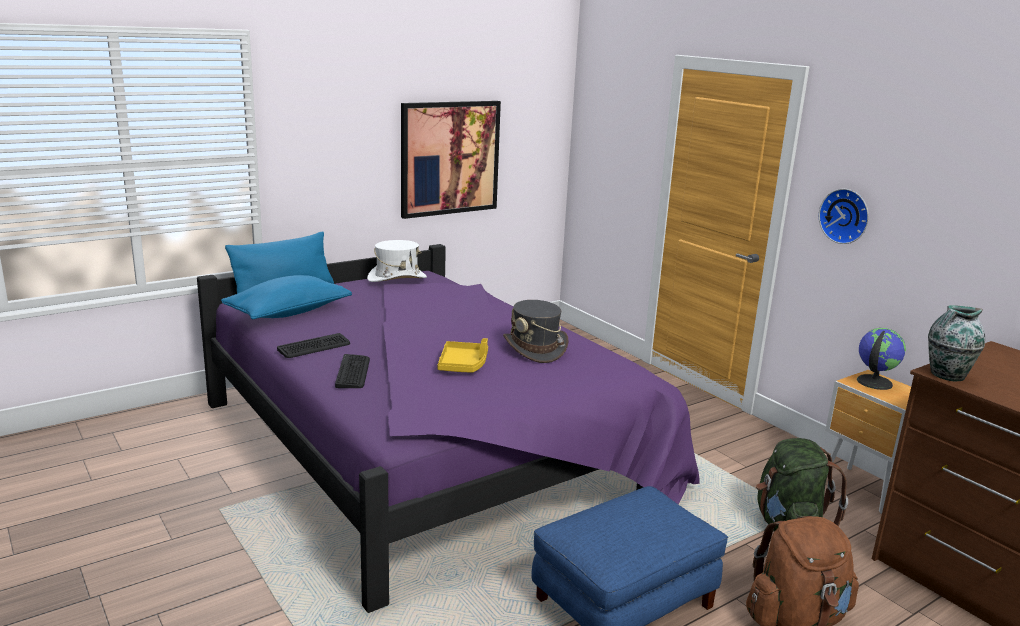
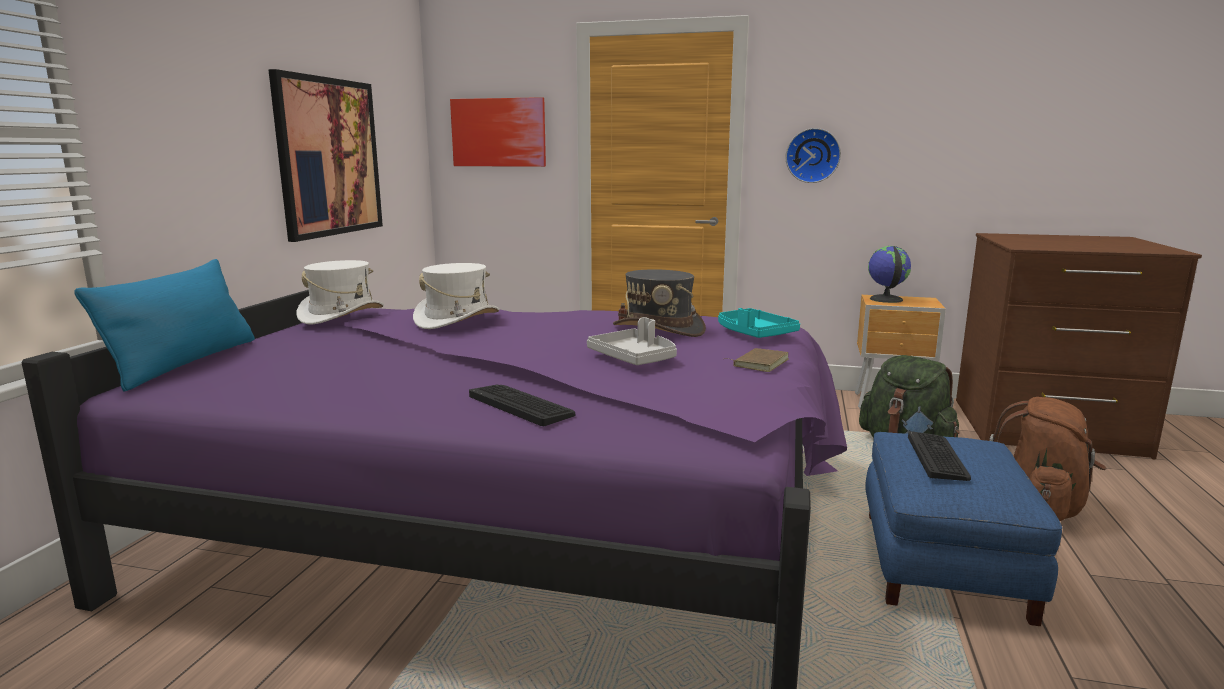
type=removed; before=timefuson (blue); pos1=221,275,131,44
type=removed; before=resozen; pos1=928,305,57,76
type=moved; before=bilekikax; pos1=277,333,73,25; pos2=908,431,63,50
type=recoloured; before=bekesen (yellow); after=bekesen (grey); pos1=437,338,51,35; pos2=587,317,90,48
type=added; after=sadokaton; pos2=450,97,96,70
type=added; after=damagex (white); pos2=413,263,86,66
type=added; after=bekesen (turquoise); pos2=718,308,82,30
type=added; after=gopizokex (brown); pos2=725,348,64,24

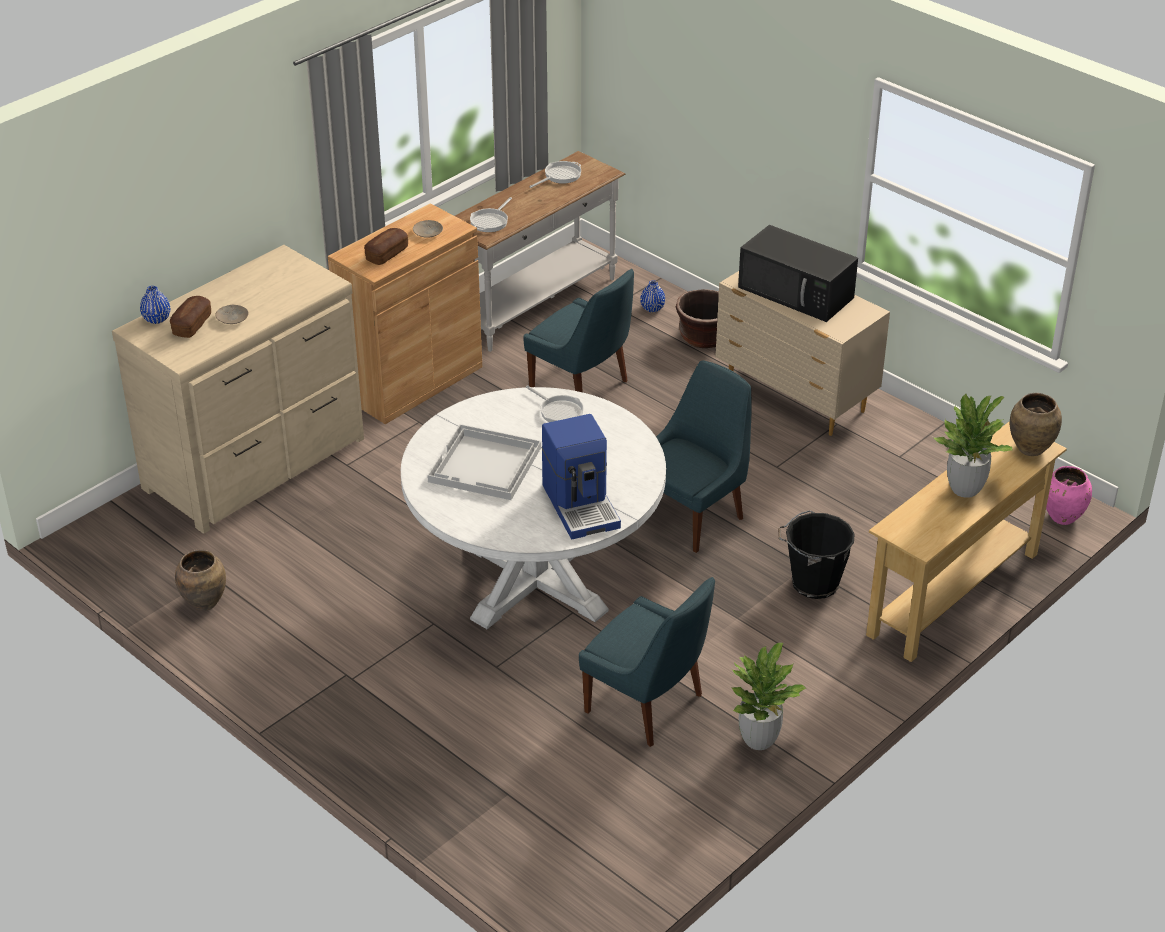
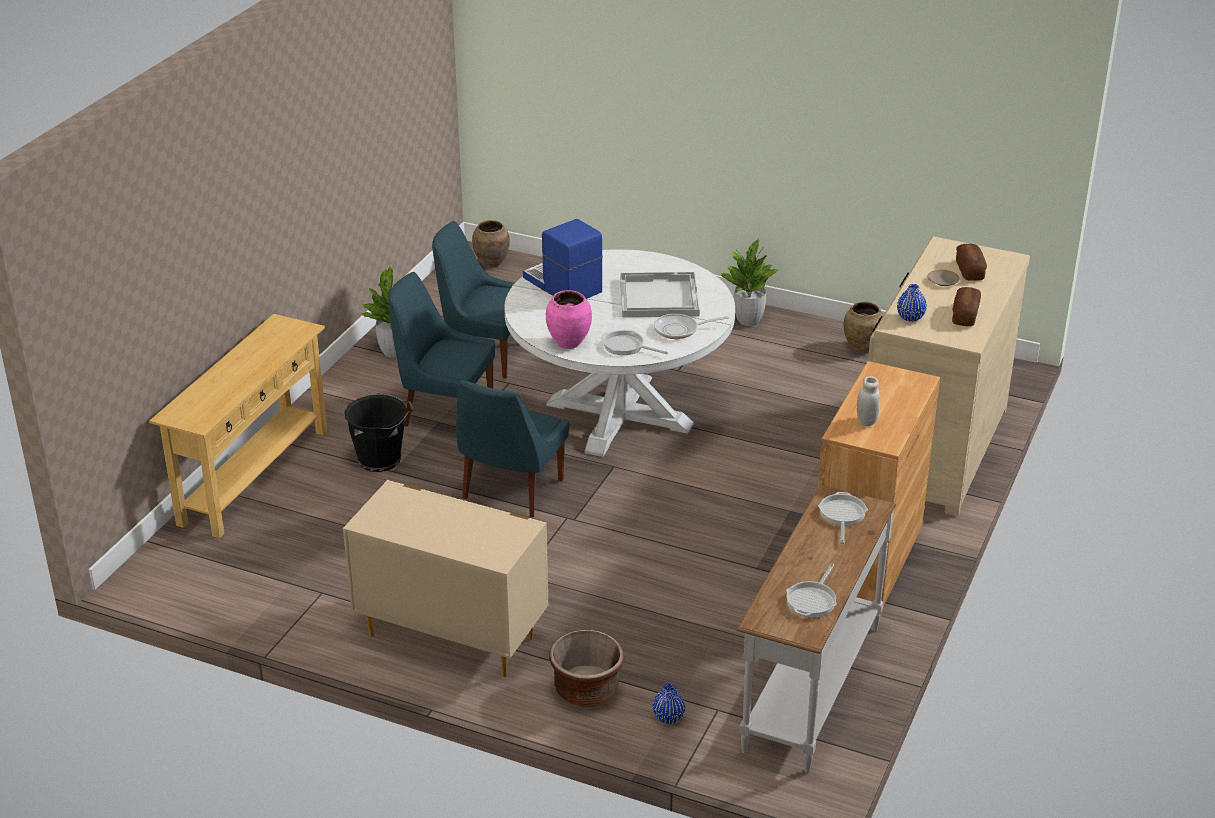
type=replaced; before=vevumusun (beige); after=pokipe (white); pos1=413,220,30,18; pos2=857,376,23,50
type=removed; before=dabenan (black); pos1=738,225,120,97
type=moved; before=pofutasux; pos1=364,228,44,37; pos2=952,287,29,39
type=moved; before=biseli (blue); pos1=523,269,111,123; pos2=388,272,107,155
type=moved; before=resozen (blue); pos1=140,286,30,38; pos2=897,284,30,38
type=moved; before=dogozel; pos1=933,393,80,105; pos2=720,238,58,88
type=moved; before=resozen (brown); pos1=1010,393,52,63; pos2=472,220,38,48
type=moved; before=resozen (pink); pos1=1046,466,46,59; pos2=546,290,46,59
type=added; after=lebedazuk; pos2=654,314,75,25

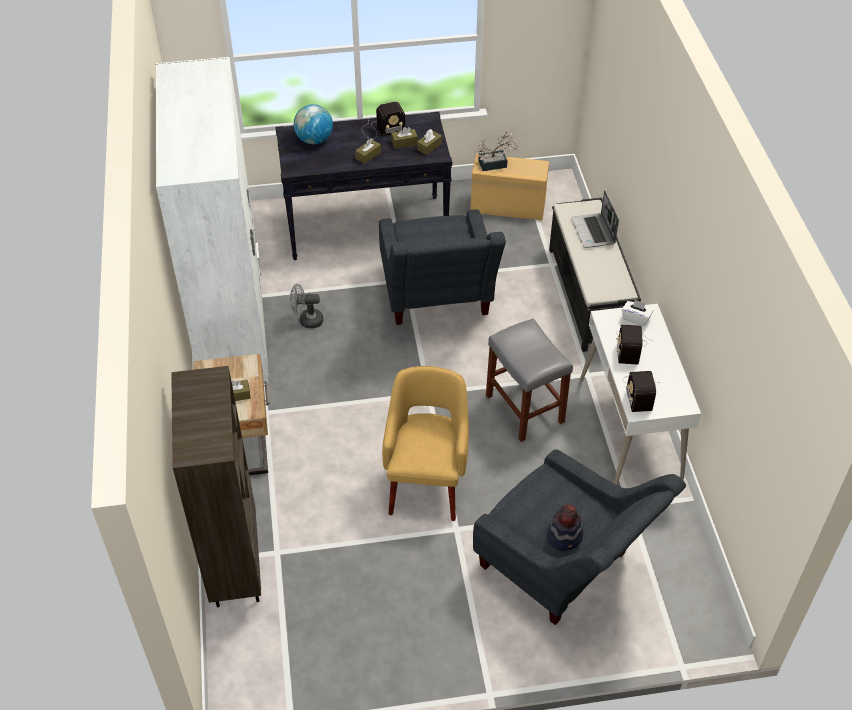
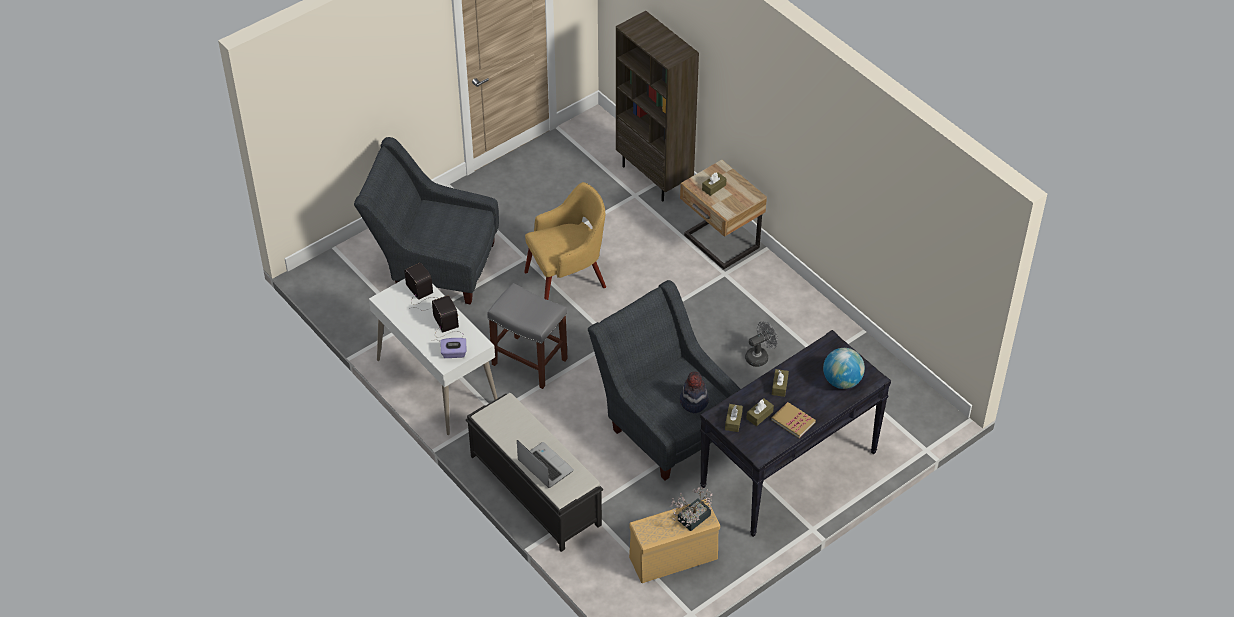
type=removed; before=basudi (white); pos1=156,57,113,327
type=replaced; before=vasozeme; after=gopizokex; pos1=362,102,43,37; pos2=771,402,45,36
type=recoloured; before=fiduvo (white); after=fiduvo (purple); pos1=622,300,31,26; pos2=440,338,26,20
type=turned; before=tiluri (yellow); pos1=382,366,87,155; pos2=524,182,82,118; turn=-90
type=moved; before=damagex; pos1=547,505,36,46; pos2=680,372,29,41

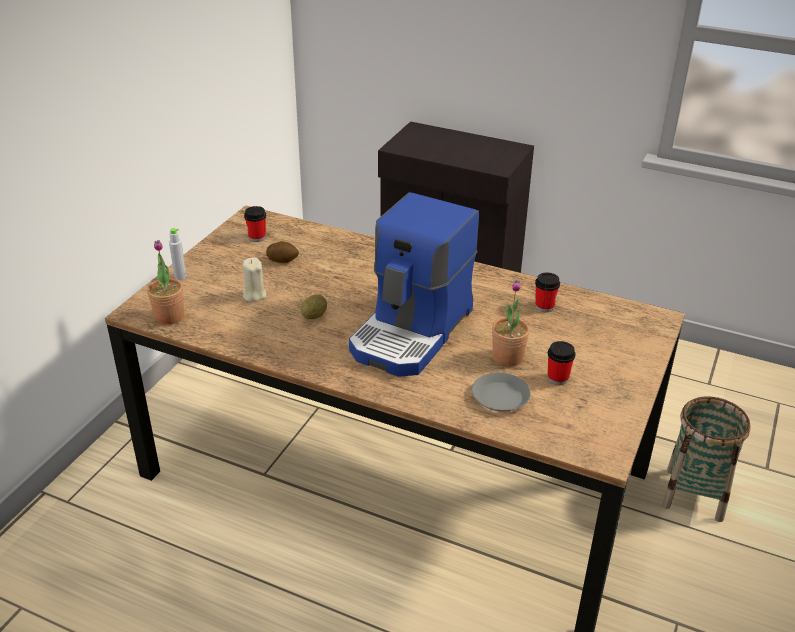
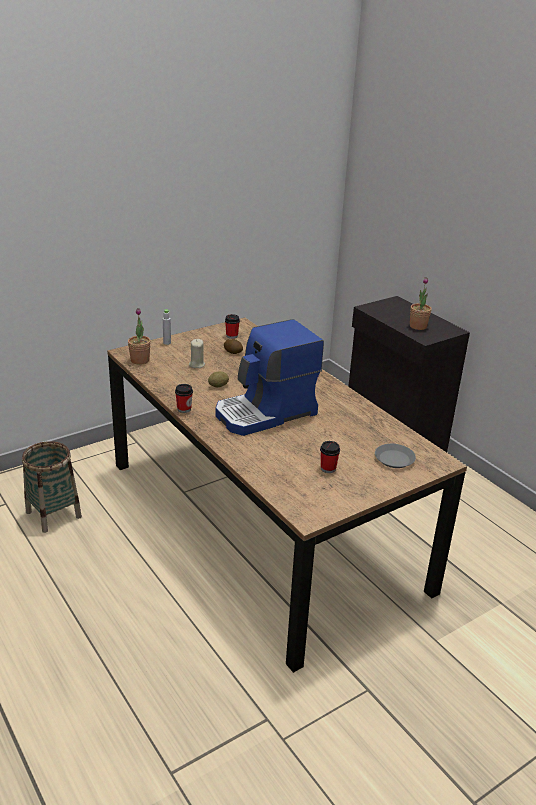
type=moved; before=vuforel; pos1=535,272,25,40; pos2=175,384,18,29
type=moved; before=dogozel; pos1=492,280,38,87; pos2=410,277,22,53
type=moved; before=vevumusun (grey); pos1=472,373,59,39; pos2=375,444,41,24
type=moved; before=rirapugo; pos1=662,396,89,126; pos2=22,441,60,92

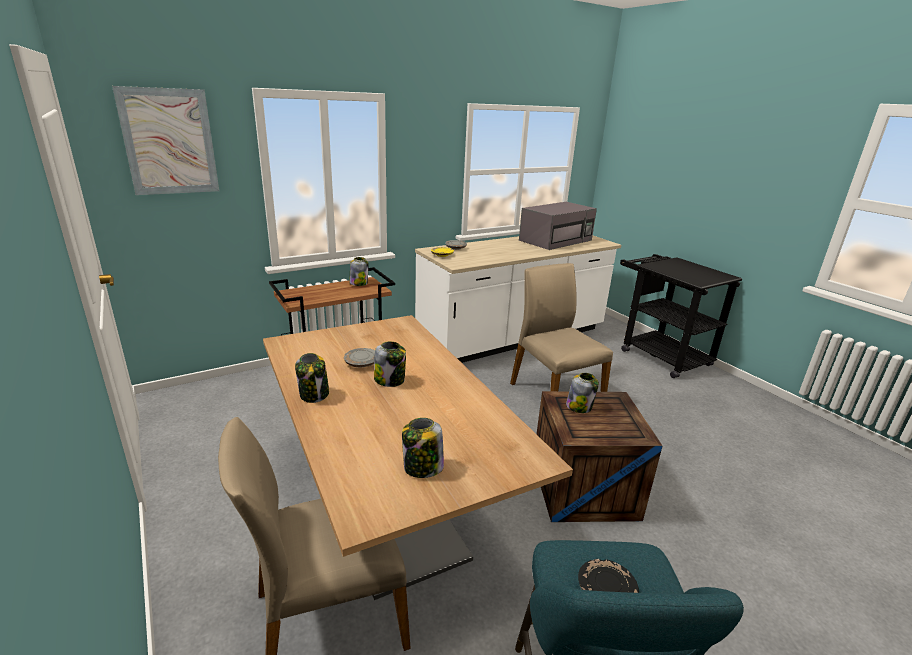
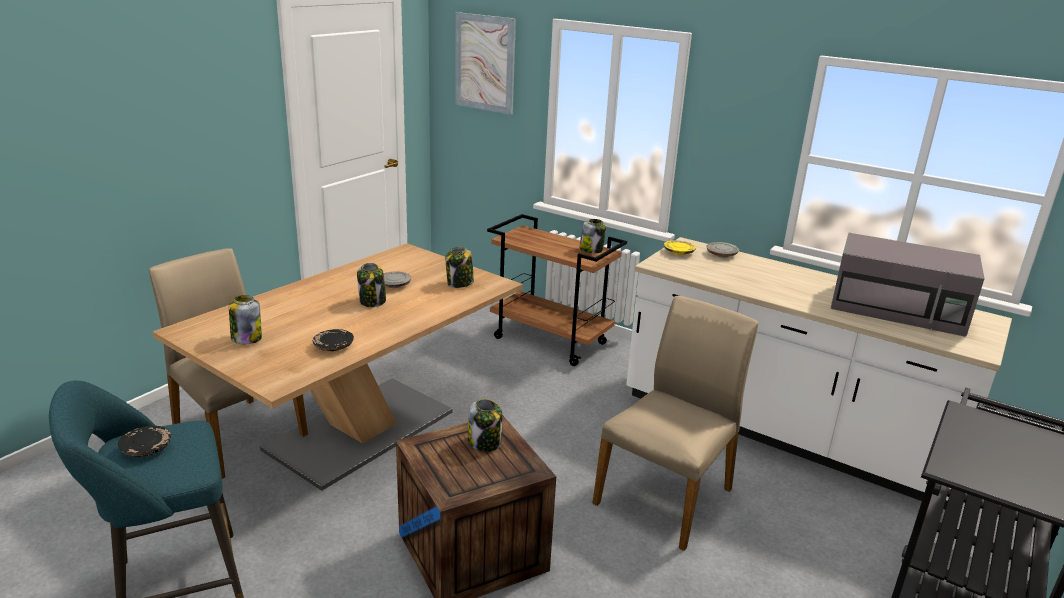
type=moved; before=pokipe; pos1=295,353,34,50; pos2=445,247,29,41
type=added; after=vevumusun (black); pos2=312,329,42,22

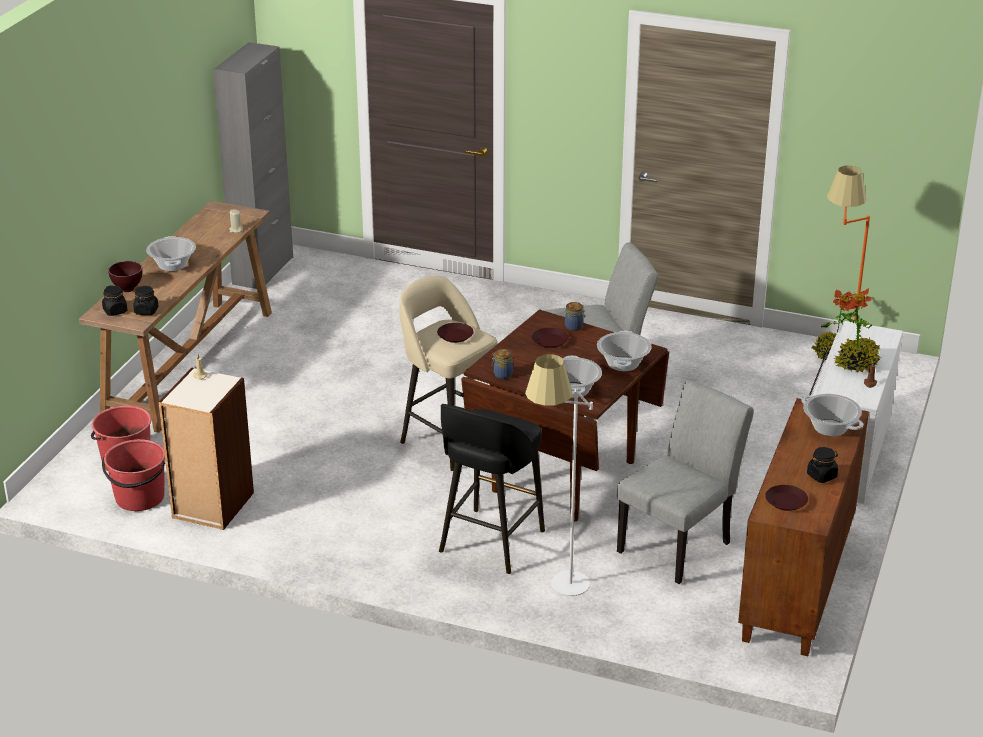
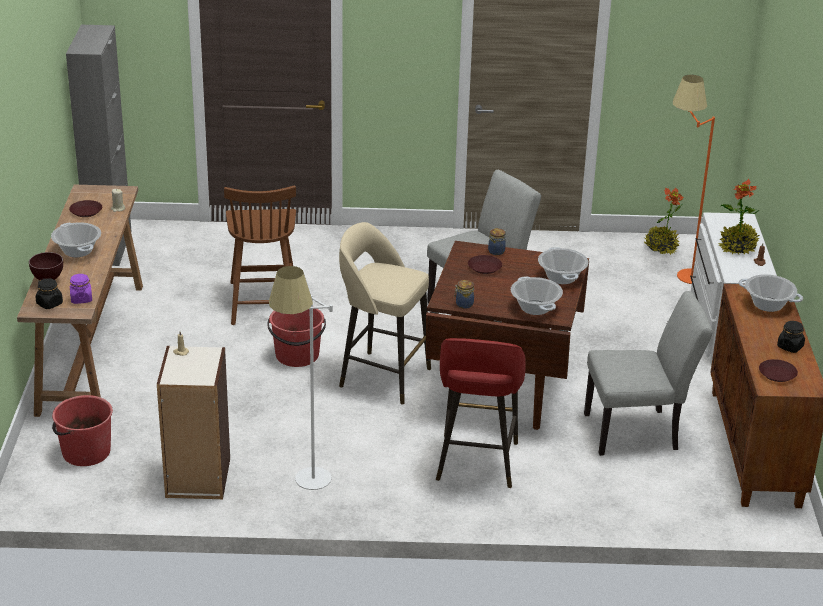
type=recoloured; before=pokipe (black); after=pokipe (purple); pos1=133,286,25,29; pos2=70,274,22,30
type=moved; before=vevumusun (brown); pos1=437,323,37,20; pos2=69,200,33,17
type=moved; before=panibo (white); pos1=525,354,68,242; pos2=269,266,64,224
type=turned; before=biseli (grey); pos1=617,380,137,204; pos2=584,291,129,165; turn=60
type=recoloured; before=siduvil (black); after=siduvil (red); pos1=439,404,106,170; pos2=436,338,90,150
type=moved; before=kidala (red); pos1=102,439,63,72; pos2=267,309,59,58
type=added; after=biseli (brown); pos2=224,185,72,140

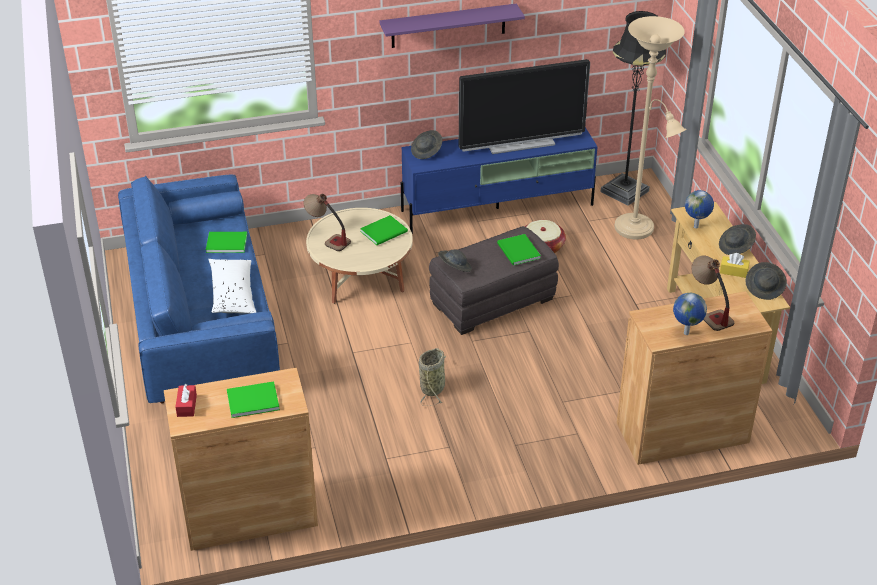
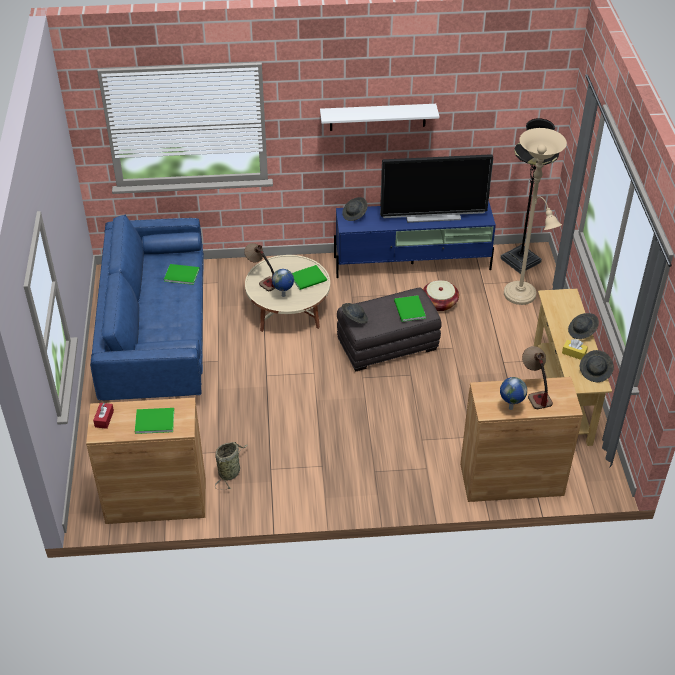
type=recoloured; before=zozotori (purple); after=zozotori (white); pos1=379,4,146,44; pos2=320,104,119,27
type=moved; before=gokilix; pos1=685,190,29,38; pos2=272,269,22,28
type=removed; before=timefuson (white); pos1=208,259,49,55
type=moved; before=rirapugo; pos1=419,348,27,58; pos2=215,442,32,48

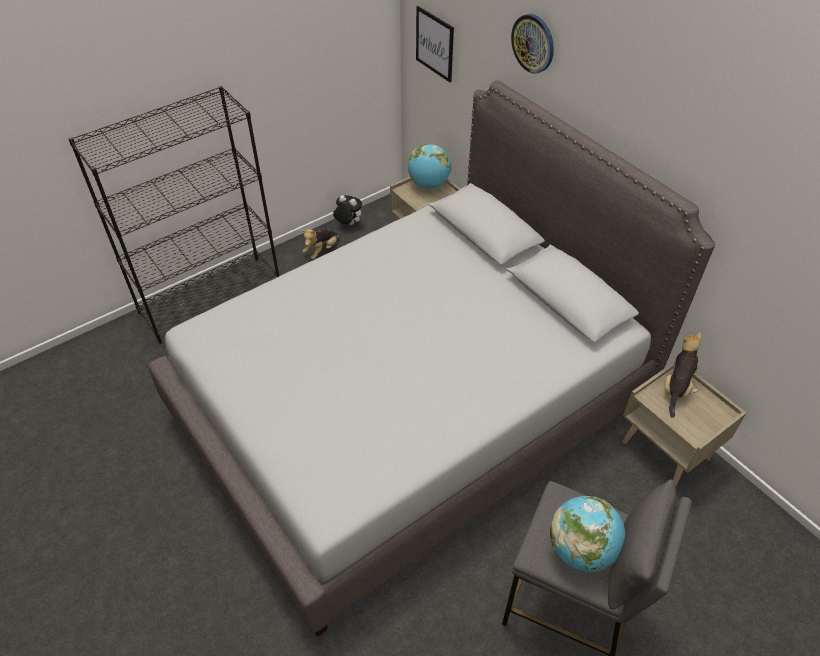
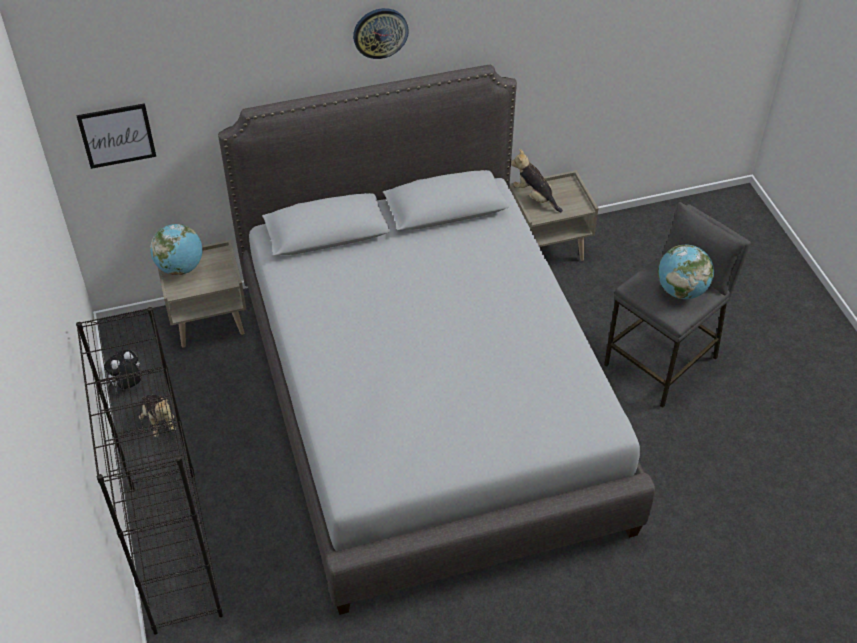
type=moved; before=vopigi; pos1=511,14,43,59; pos2=353,8,56,51

